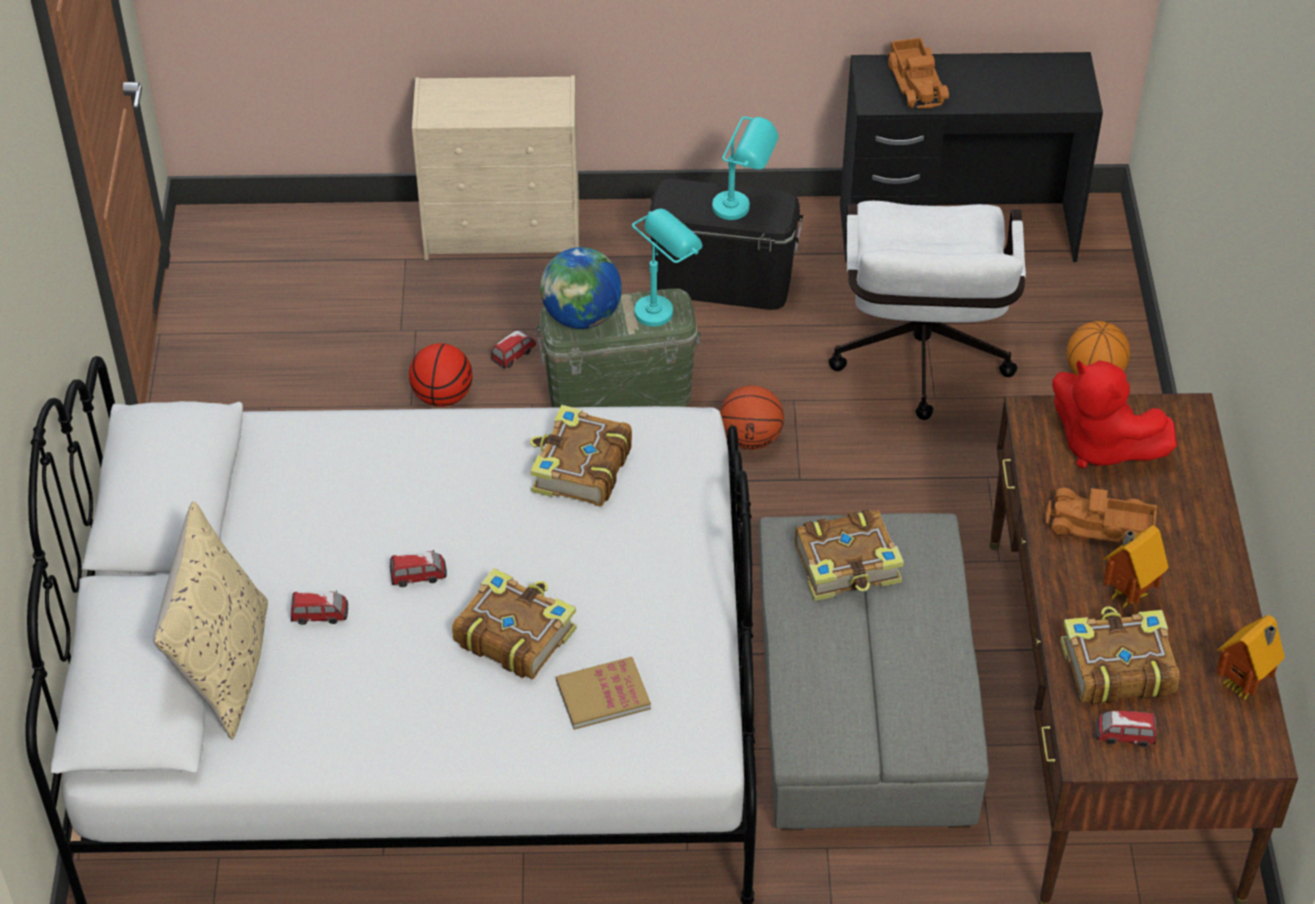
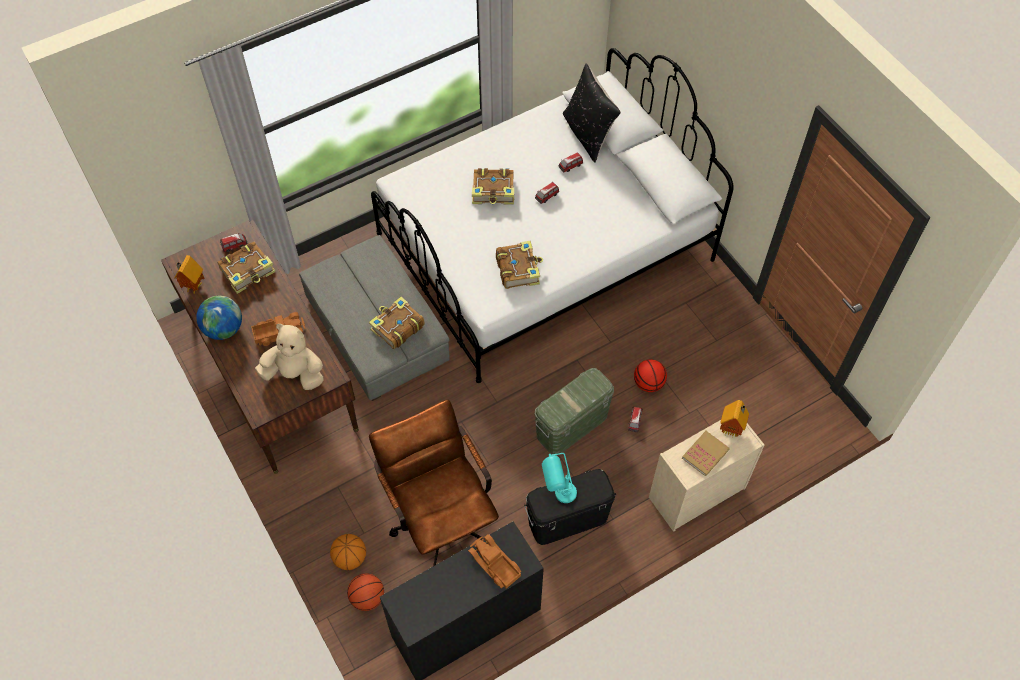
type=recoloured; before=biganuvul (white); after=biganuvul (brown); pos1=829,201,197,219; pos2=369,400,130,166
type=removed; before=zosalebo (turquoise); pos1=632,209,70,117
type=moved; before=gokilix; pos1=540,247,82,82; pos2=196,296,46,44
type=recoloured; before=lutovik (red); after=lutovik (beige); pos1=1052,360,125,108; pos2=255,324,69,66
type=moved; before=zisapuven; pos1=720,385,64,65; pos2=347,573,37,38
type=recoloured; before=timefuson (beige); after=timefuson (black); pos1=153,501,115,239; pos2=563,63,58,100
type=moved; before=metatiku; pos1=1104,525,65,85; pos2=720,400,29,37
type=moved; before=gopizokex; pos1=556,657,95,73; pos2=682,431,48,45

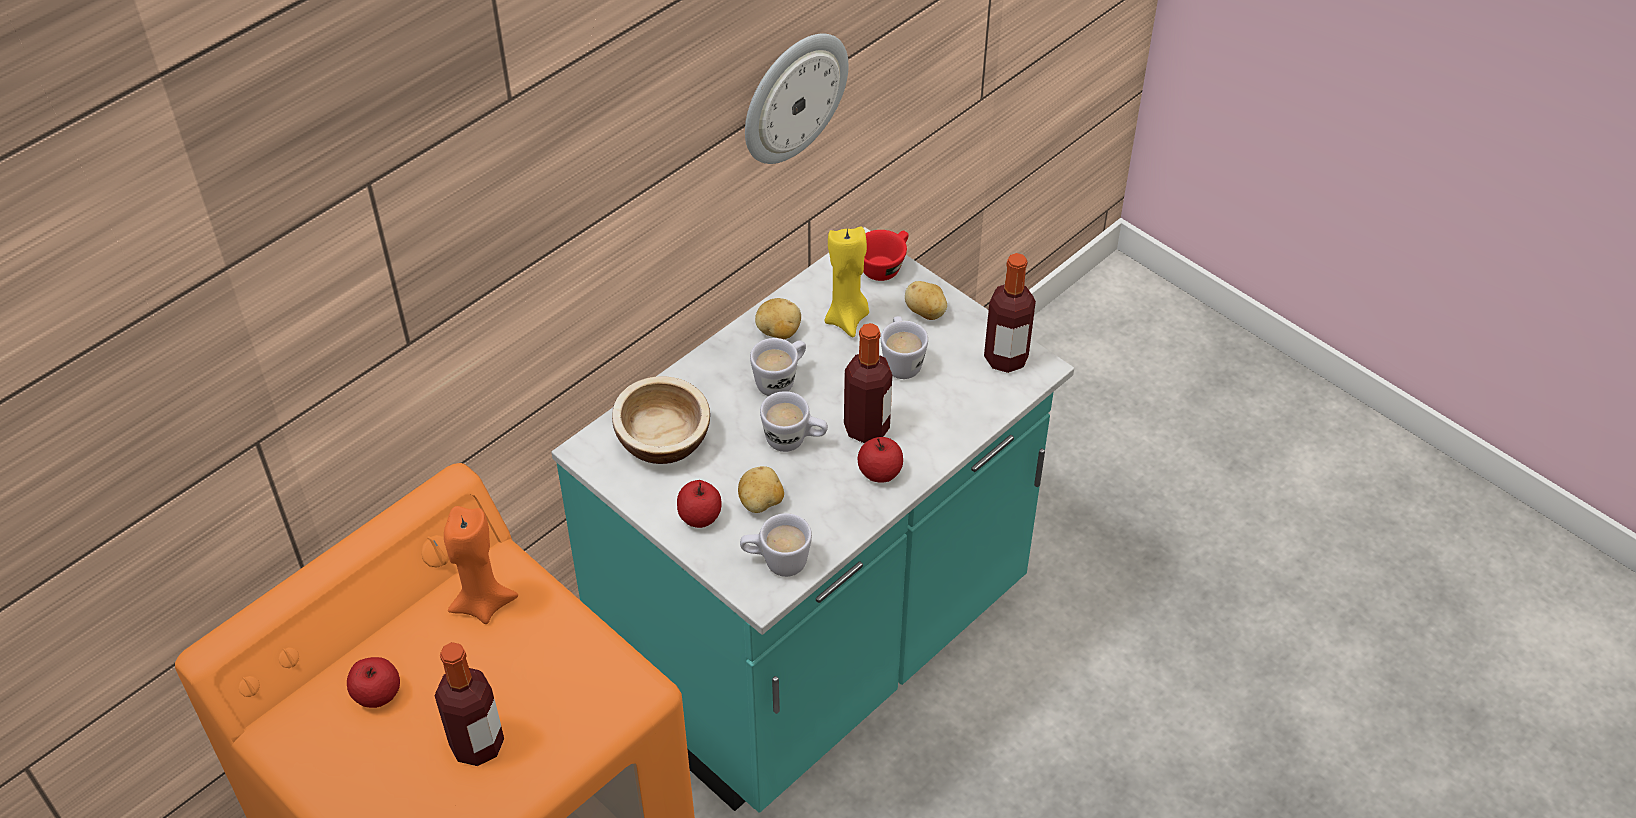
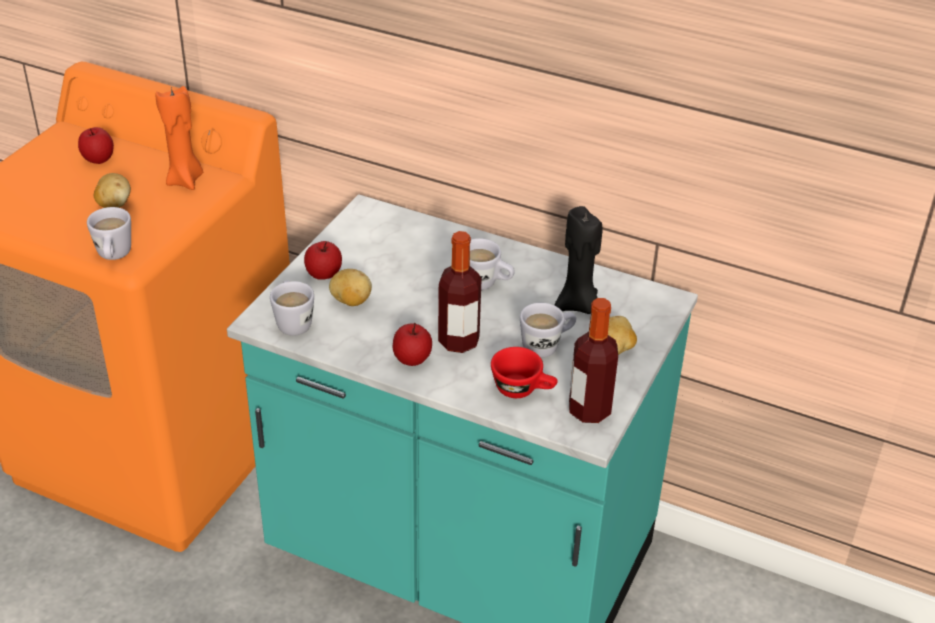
type=removed; before=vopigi; pos1=745,33,103,131
type=recoloured; before=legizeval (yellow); after=legizeval (black); pos1=825,226,44,111; pos2=554,206,48,108
type=moved; before=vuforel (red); pos1=863,230,46,51; pos2=491,347,67,51
type=moved; before=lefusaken; pos1=755,298,46,41; pos2=94,173,37,35
type=removed; before=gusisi; pos1=612,376,98,88
type=moved; before=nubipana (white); pos1=760,391,68,61; pos2=87,207,44,53
type=removed; before=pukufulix; pos1=435,642,69,124

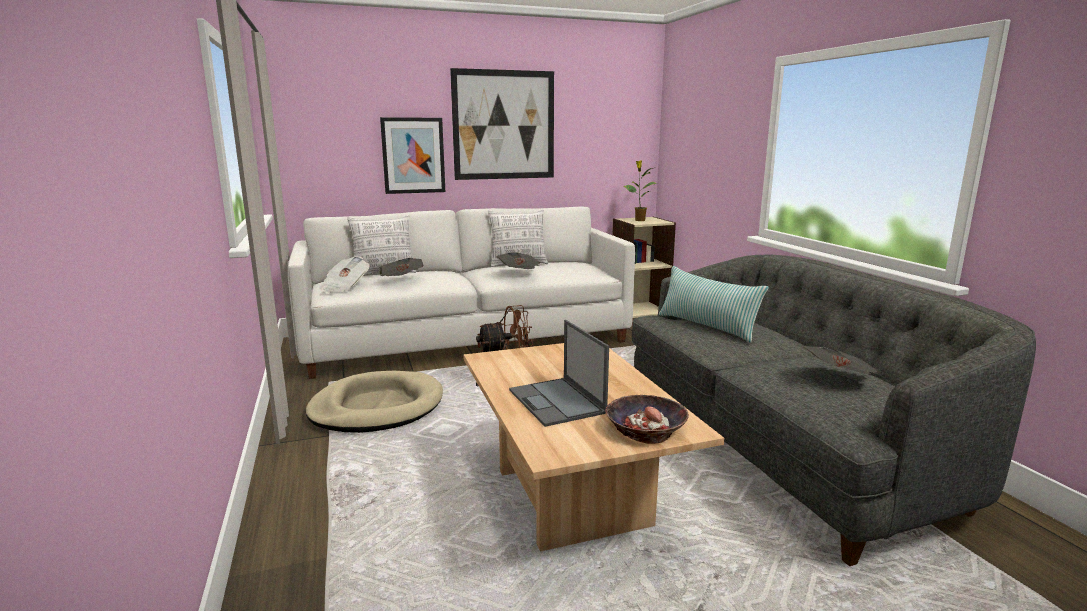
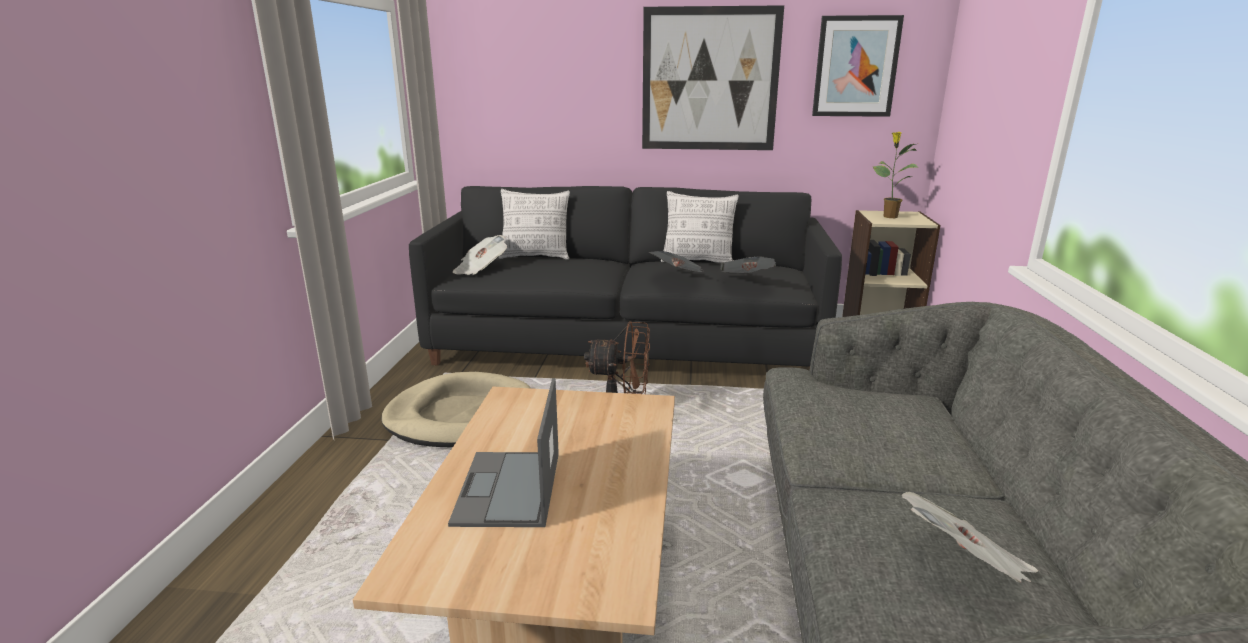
type=moved; before=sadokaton; pos1=380,117,65,77; pos2=812,15,92,102
type=recoloured; before=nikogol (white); after=nikogol (black); pos1=288,207,347,172; pos2=409,186,433,184
type=moved; before=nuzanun; pos1=379,258,45,18; pos2=720,256,56,17
type=removed; before=timefuson; pos1=659,266,110,77
type=removed; before=gusisi; pos1=605,395,84,49

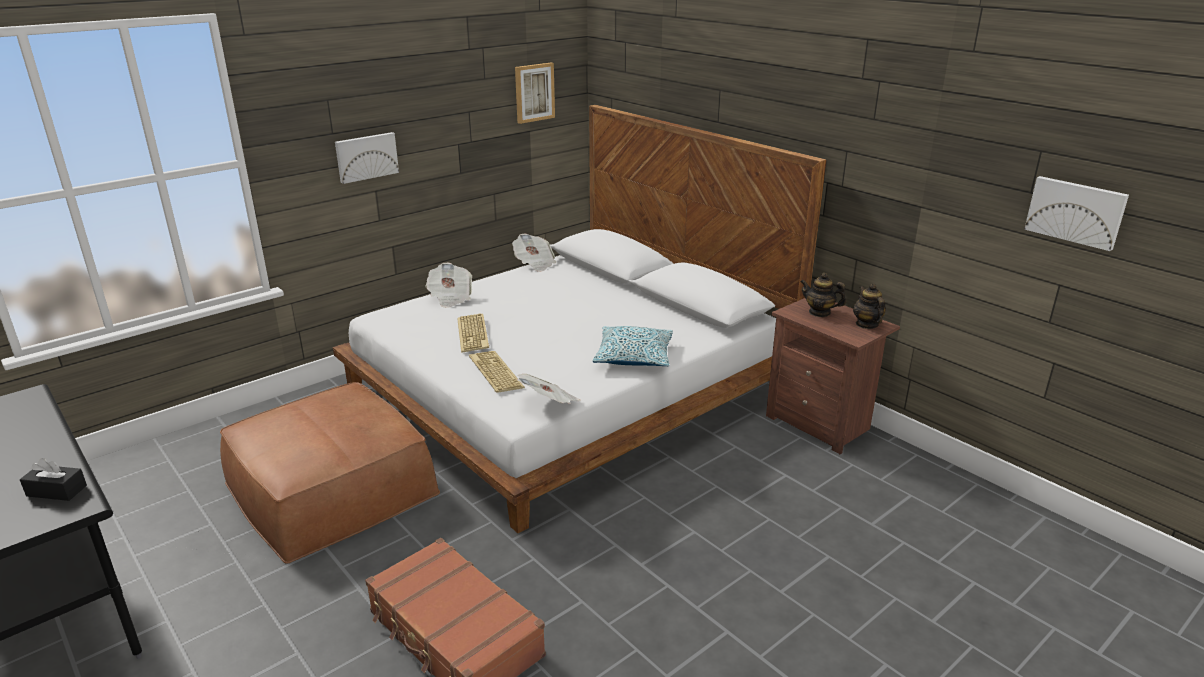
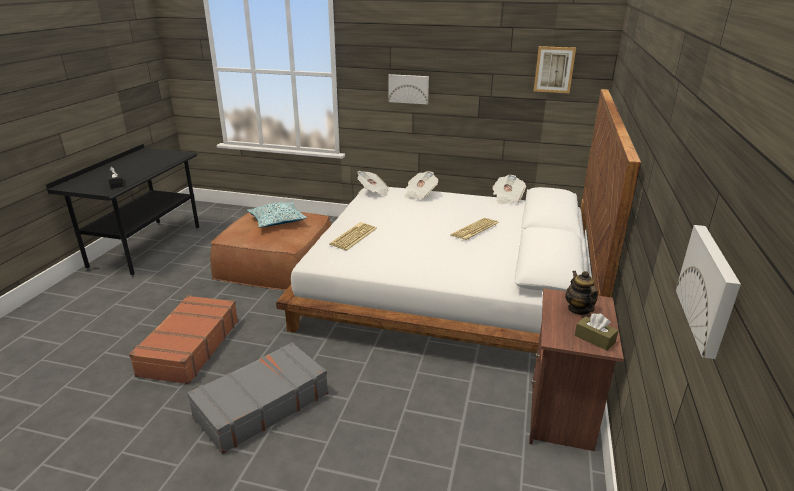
type=replaced; before=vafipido; after=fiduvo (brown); pos1=853,284,33,45; pos2=575,313,43,38
type=moved; before=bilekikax; pos1=458,314,31,39; pos2=450,218,49,22
type=moved; before=timefuson; pos1=593,326,80,40; pos2=247,202,60,26
type=moved; before=nuzanun; pos1=516,374,65,30; pos2=358,171,31,25
type=added; after=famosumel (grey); pos2=187,342,142,112

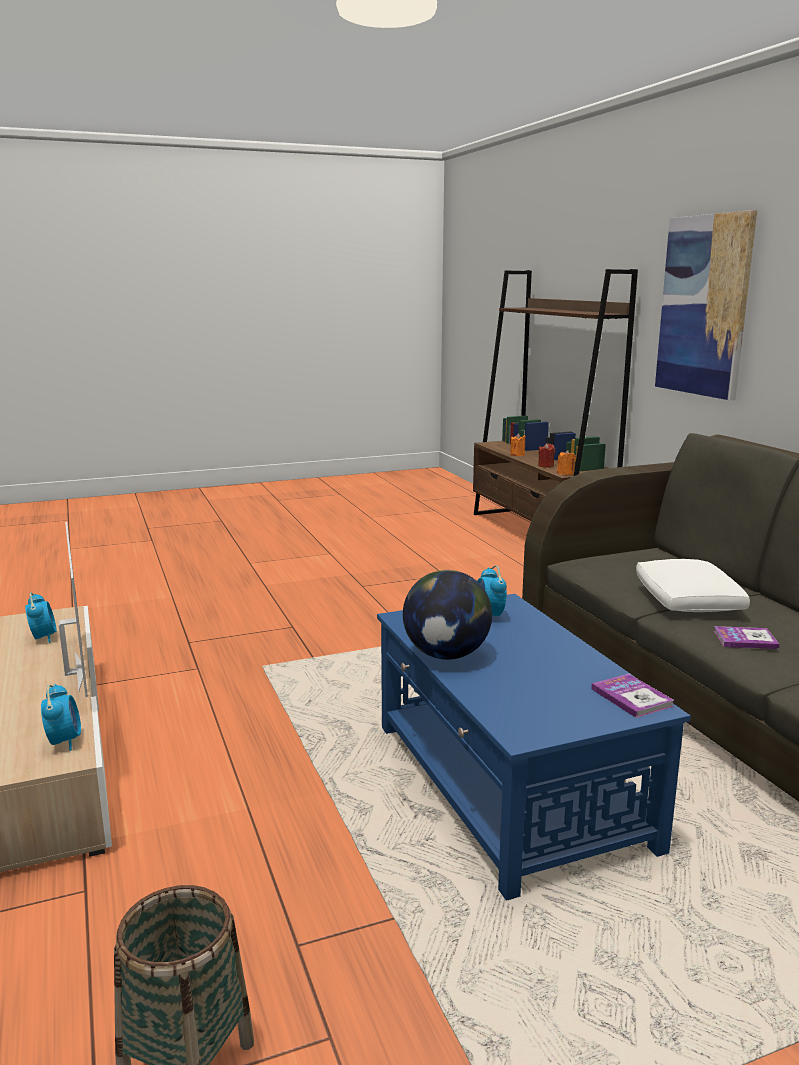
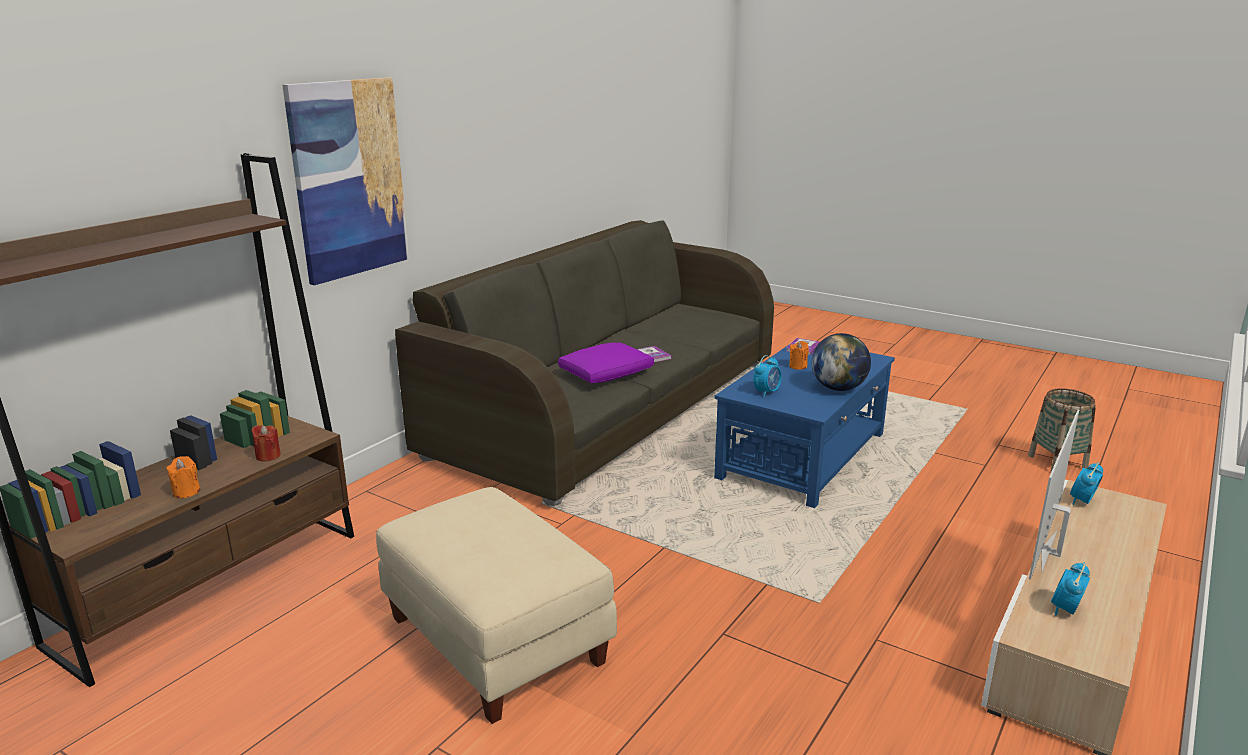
type=moved; before=legizeval (orange); pos1=557,450,19,25; pos2=789,341,20,29
type=recoloured; before=timefuson (white); after=timefuson (purple); pos1=636,559,114,53; pos2=558,342,96,41
type=added; after=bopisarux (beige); pos2=376,487,241,237

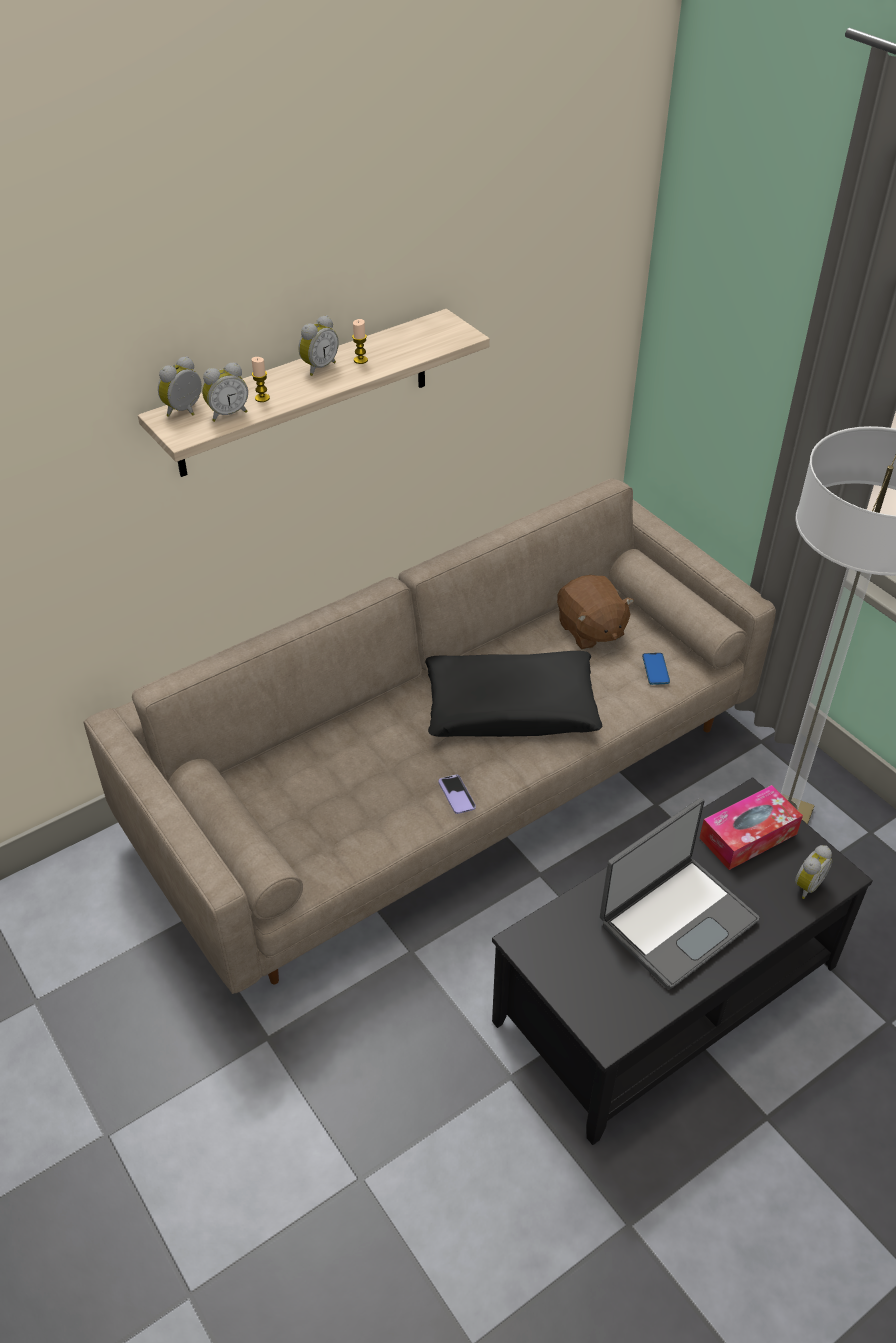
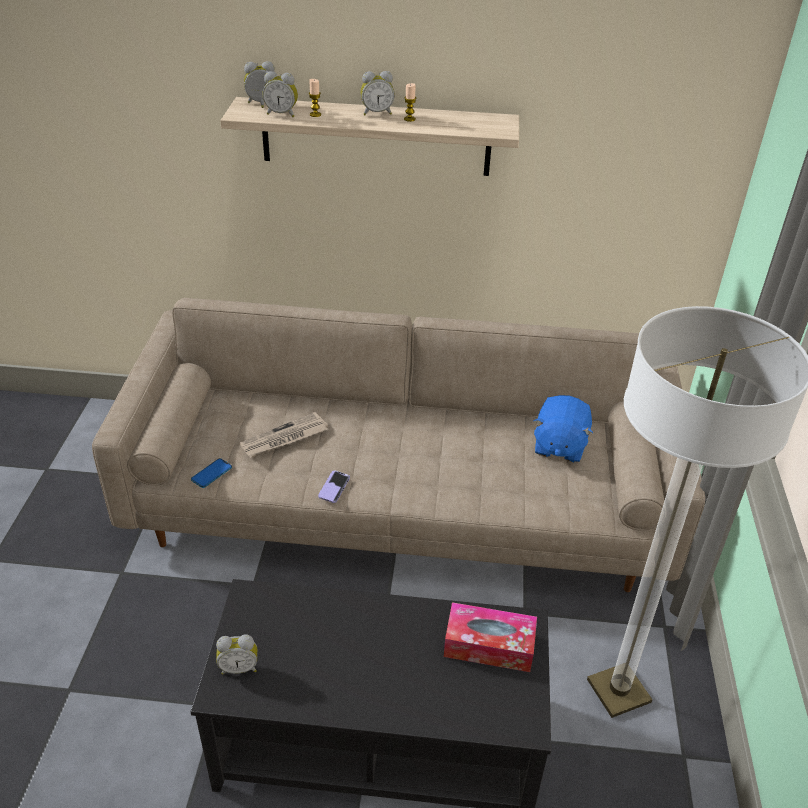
type=recoloured; before=lutovik (brown); after=lutovik (blue); pos1=557,575,77,75; pos2=533,395,60,68
type=removed; before=timefuson (black); pos1=425,651,178,86
type=moved; before=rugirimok; pos1=642,653,28,32; pos2=191,458,41,30
type=removed; before=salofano; pos1=600,798,160,191
type=moved; before=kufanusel; pos1=795,845,37,54; pos2=216,634,41,41
type=added; after=nuzanun; pos2=240,412,88,46

